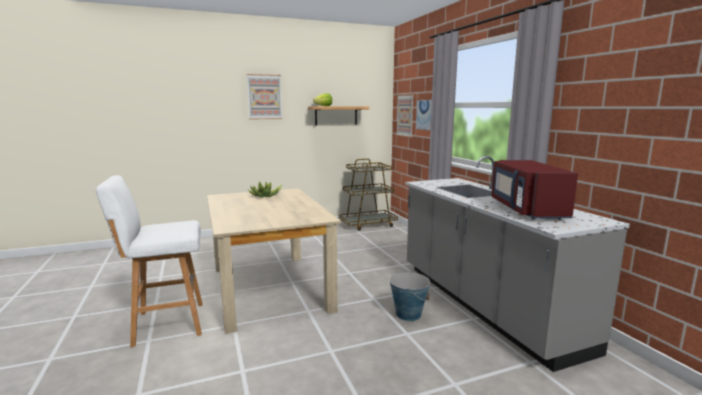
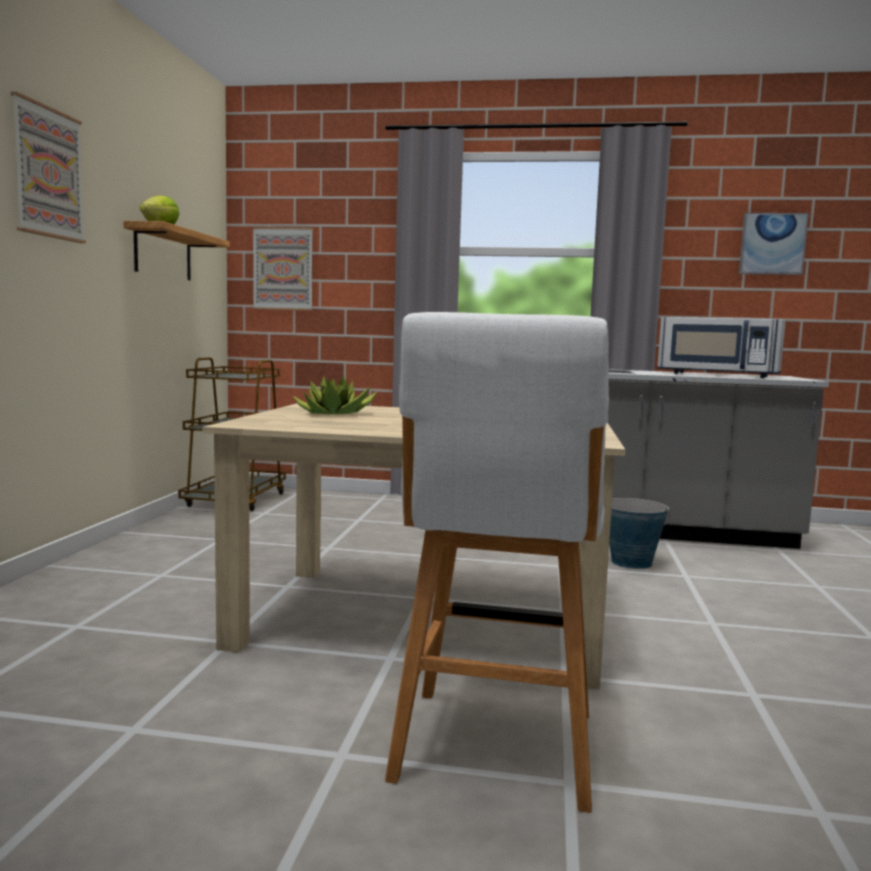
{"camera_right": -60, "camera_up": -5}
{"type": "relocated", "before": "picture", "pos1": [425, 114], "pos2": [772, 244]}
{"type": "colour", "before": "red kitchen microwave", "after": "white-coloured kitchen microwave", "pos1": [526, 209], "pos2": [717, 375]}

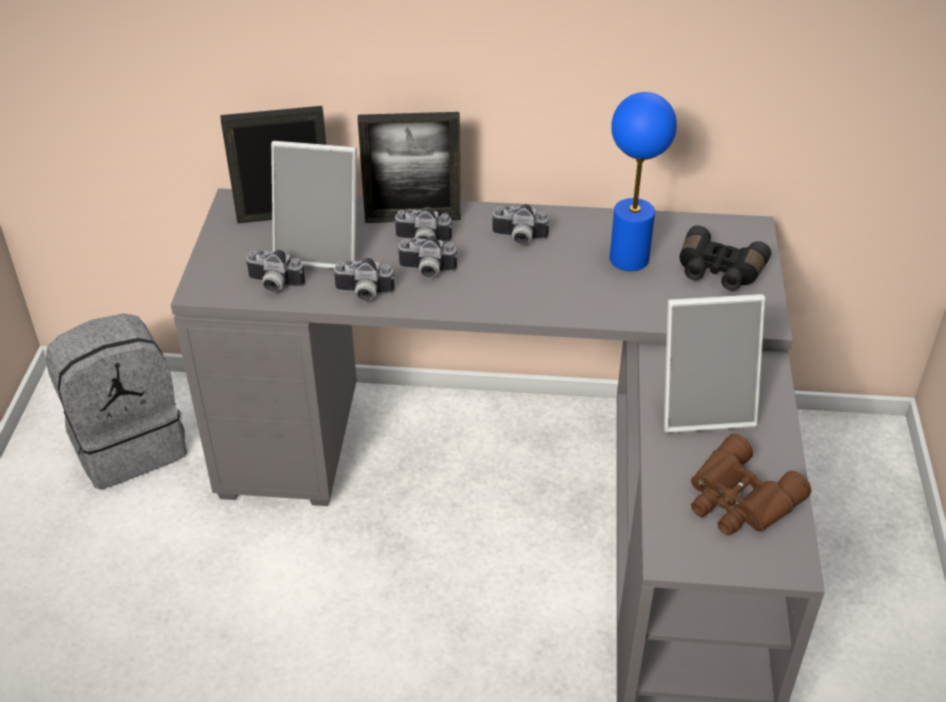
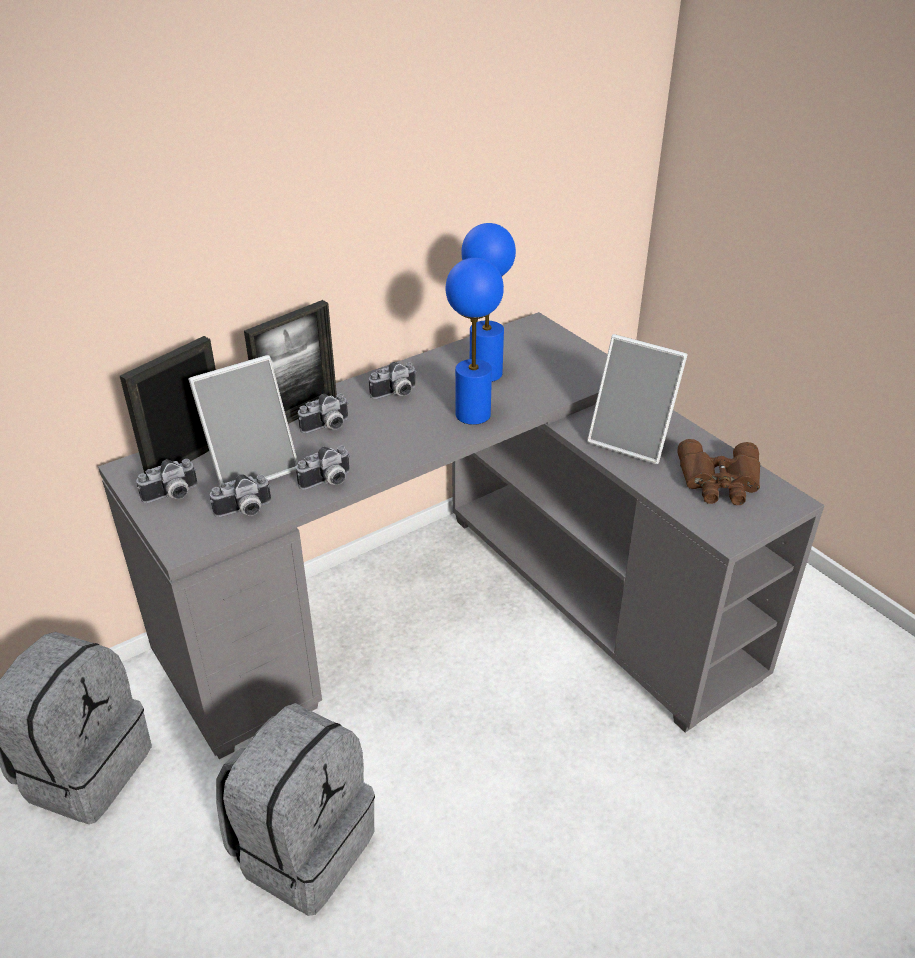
{"camera_right": -40, "camera_up": -5}
{"type": "missing", "before": "blackish binoculars", "pos1": [718, 272]}
{"type": "relocated", "before": "still camera", "pos1": [426, 272], "pos2": [172, 496]}
{"type": "spun", "before": "standing frame", "pos1": [704, 406], "pos2": [632, 440], "turn": 75}
{"type": "appeared", "after": "blue table lamp", "pos2": [473, 414]}
{"type": "appeared", "after": "gray rucksack", "pos2": [303, 846]}

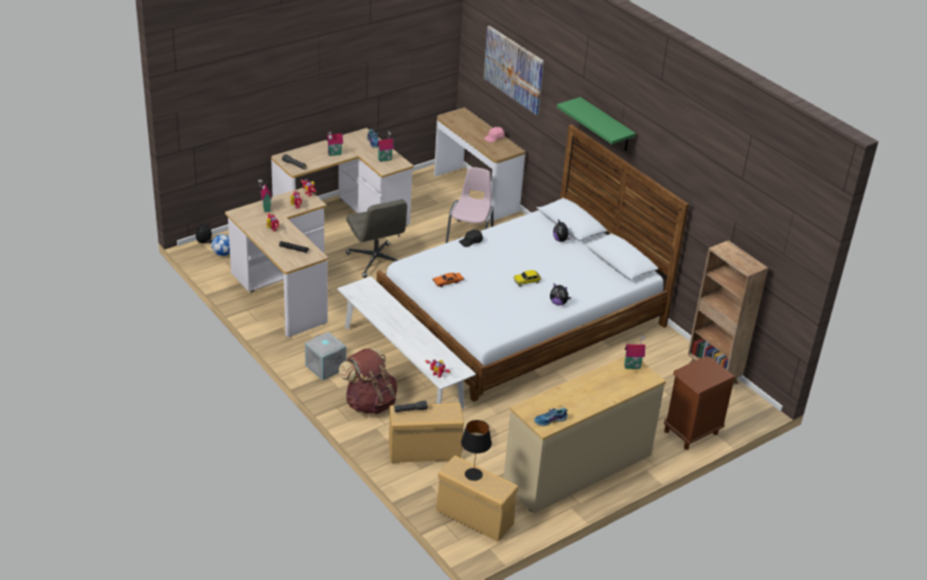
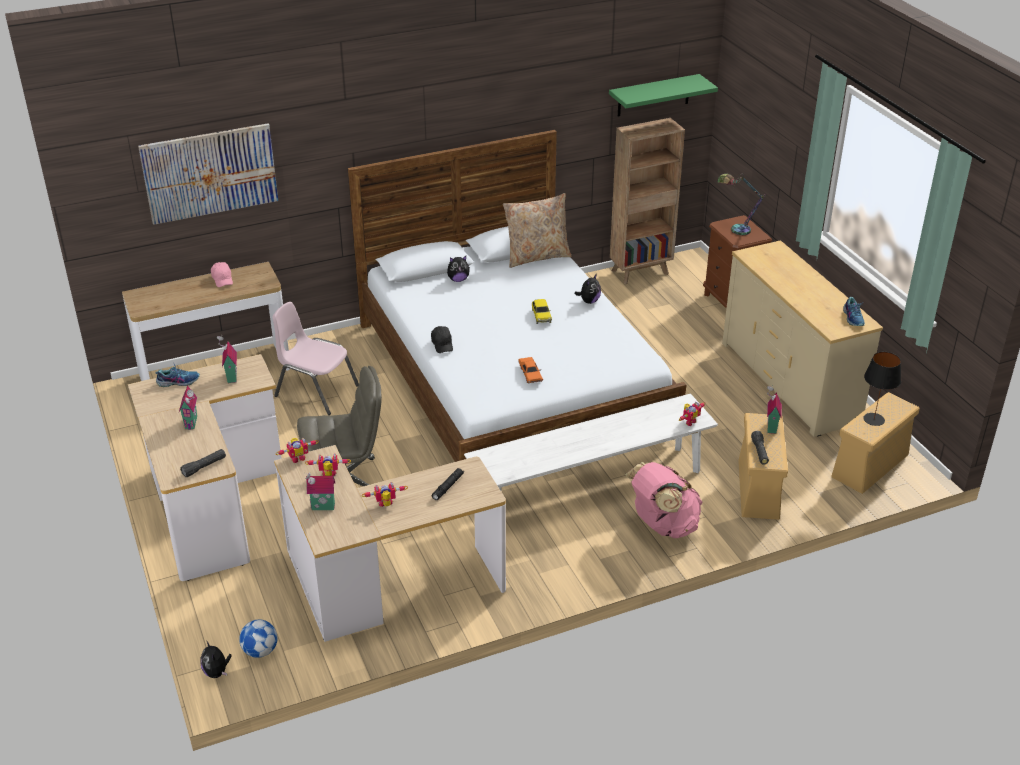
{"camera_right": -75, "camera_up": 0}
{"type": "relocated", "before": "green-coloured bracket shelf", "pos1": [606, 125], "pos2": [653, 95]}
{"type": "missing", "before": "gray storage container", "pos1": [325, 367]}
{"type": "relocated", "before": "miniature house", "pos1": [632, 366], "pos2": [770, 427]}
{"type": "colour", "before": "brownish rucksack", "after": "pinkish rucksack", "pos1": [369, 403], "pos2": [662, 525]}
{"type": "appeared", "after": "table lamp", "pos2": [735, 229]}
{"type": "appeared", "after": "beige-coloured cushion", "pos2": [537, 256]}

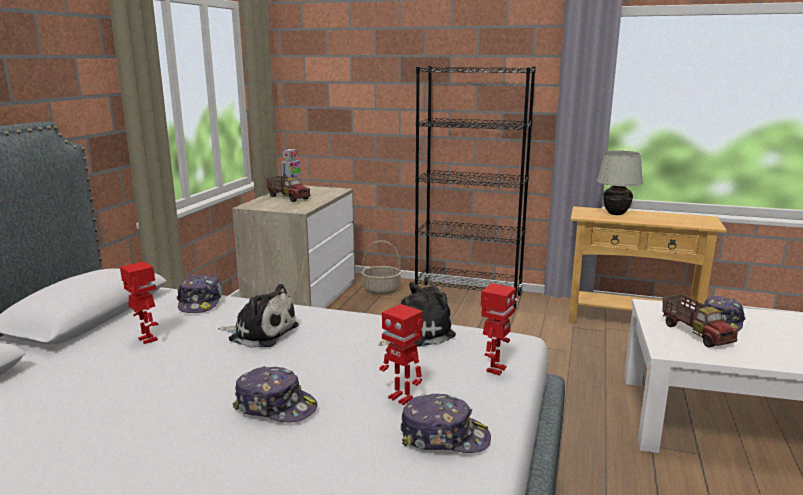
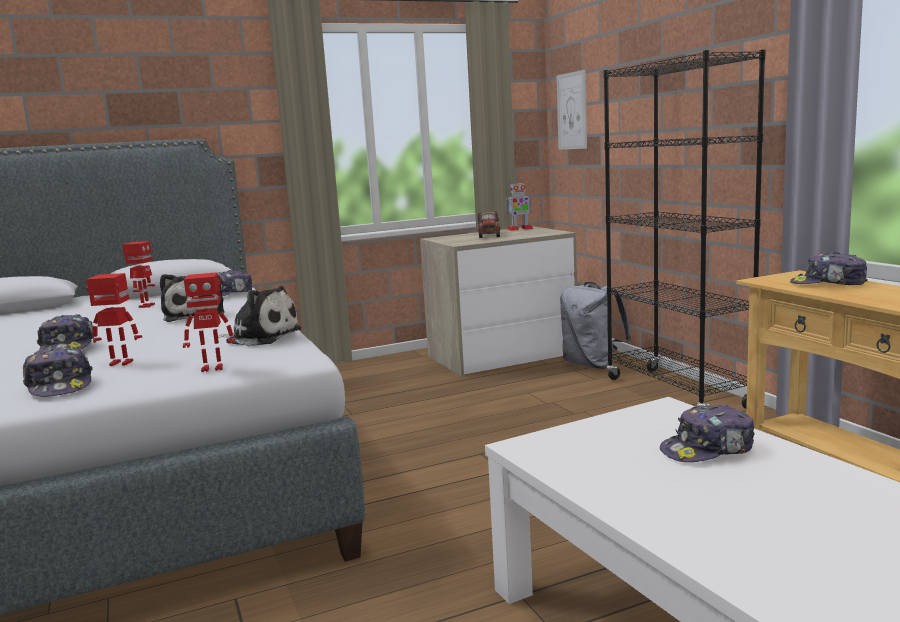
{"camera_right": 50, "camera_up": -5}
{"type": "exchanged", "before": "white-coloured table lamp", "after": "cap", "pos1": [616, 214], "pos2": [828, 284]}
{"type": "exchanged", "before": "storage basket", "after": "gray rucksack", "pos1": [381, 290], "pos2": [592, 365]}
{"type": "missing", "before": "toy truck", "pos1": [696, 333]}
{"type": "spun", "before": "robot figure", "pos1": [401, 398], "pos2": [120, 363], "turn": 90}
{"type": "appeared", "after": "picture", "pos2": [572, 111]}

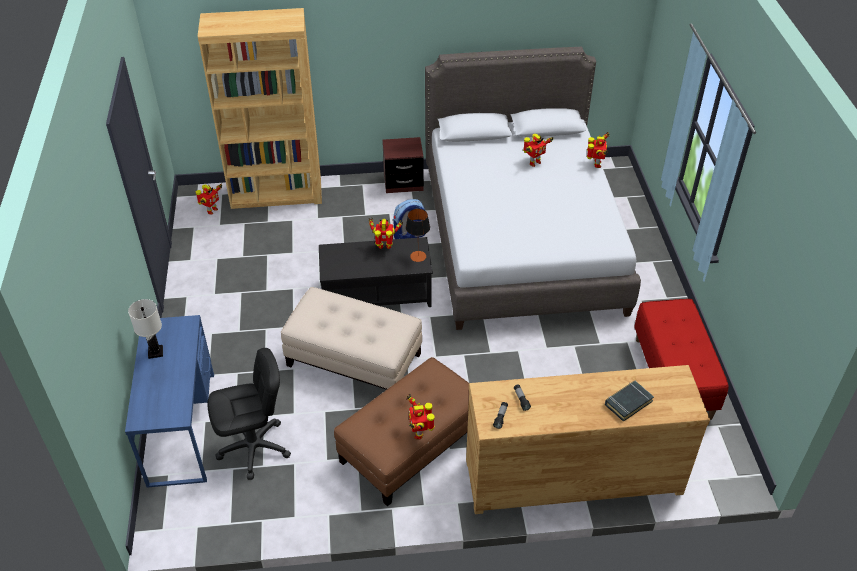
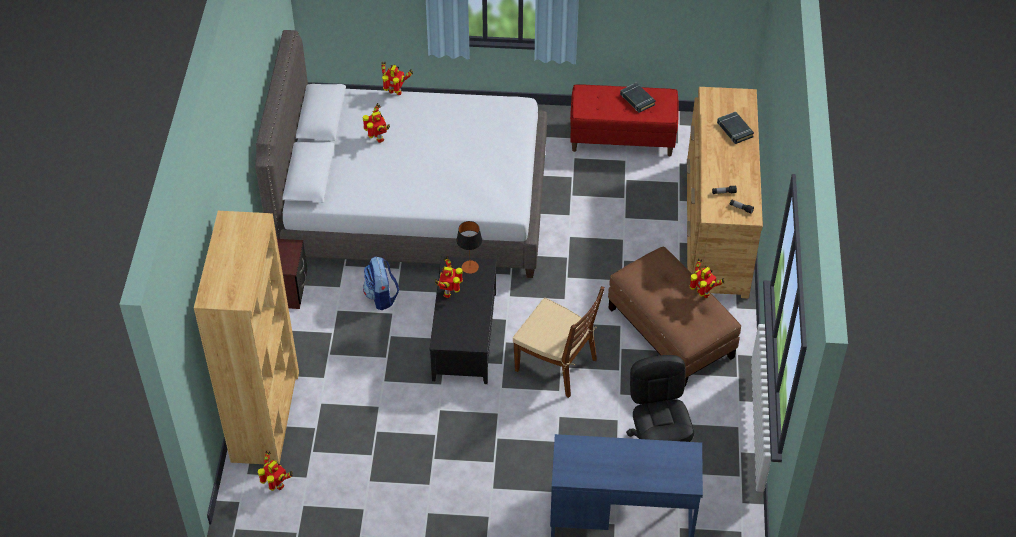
{"camera_right": -80, "camera_up": 5}
{"type": "exchanged", "before": "beige-coloured footrest", "after": "brownish upright chair", "pos1": [353, 360], "pos2": [557, 365]}
{"type": "missing", "before": "white-coloured table lamp", "pos1": [156, 352]}
{"type": "spun", "before": "robot figure", "pos1": [419, 432], "pos2": [702, 294], "turn": -135}
{"type": "appeared", "after": "blackish volume", "pos2": [637, 100]}

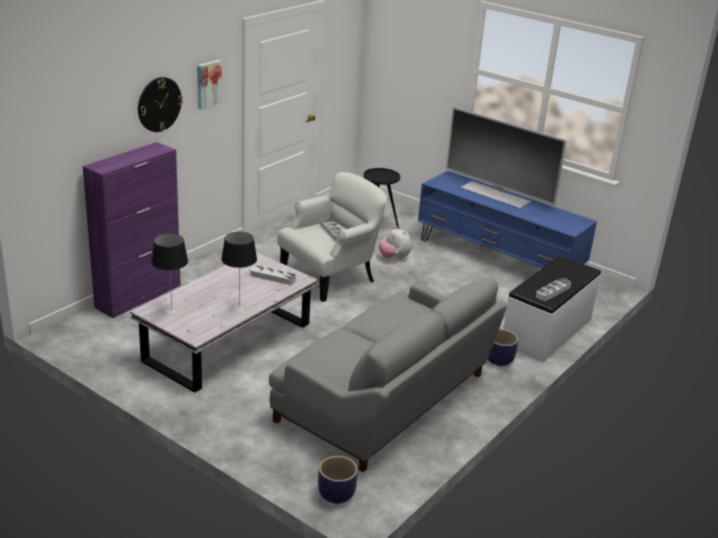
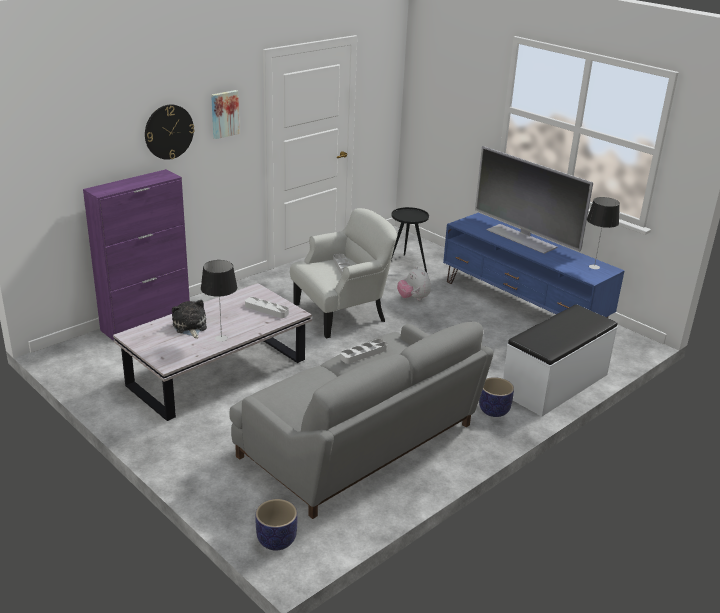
{"camera_right": 10, "camera_up": 0}
{"type": "relocated", "before": "table lamp", "pos1": [171, 311], "pos2": [593, 267]}
{"type": "relocated", "before": "gray tray", "pos1": [553, 292], "pos2": [363, 354]}
{"type": "appeared", "after": "cuddly toy", "pos2": [190, 327]}

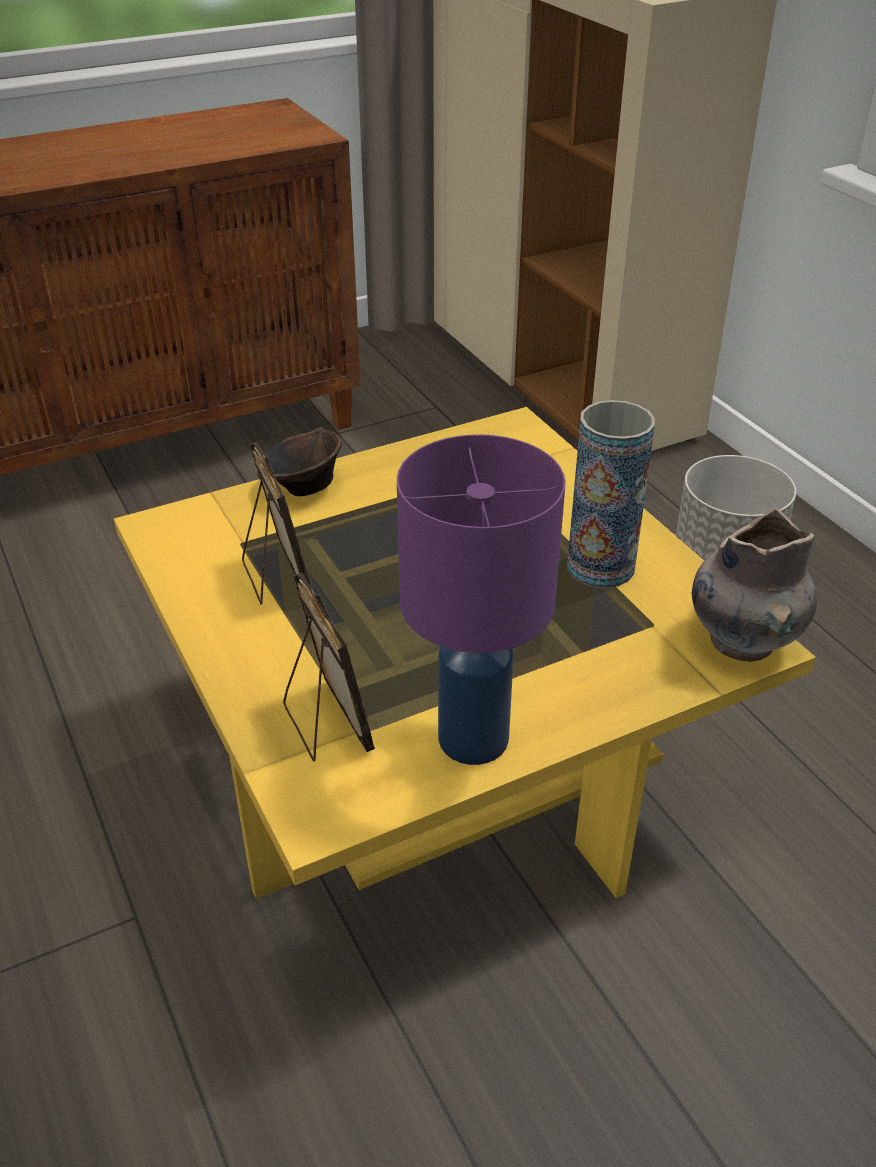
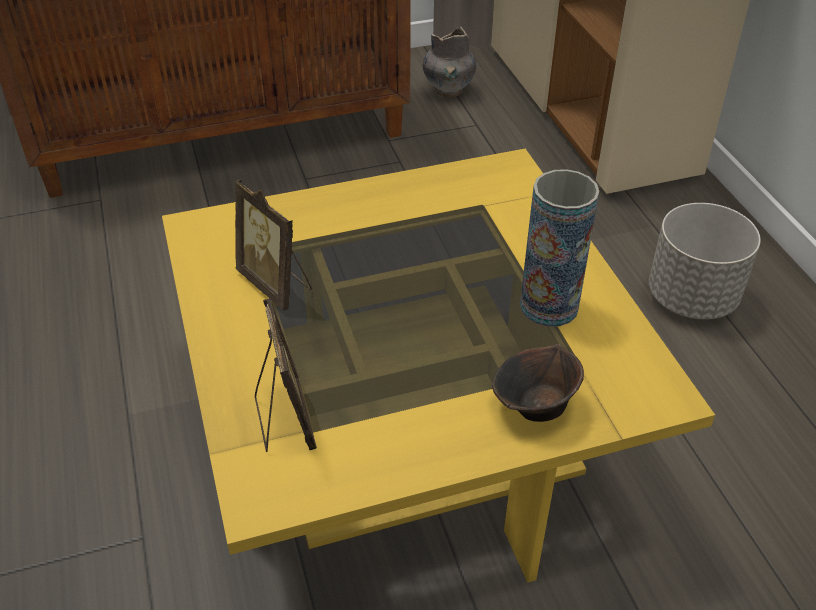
{"camera_right": 10, "camera_up": 5}
{"type": "relocated", "before": "brownish deep dish", "pos1": [304, 487], "pos2": [534, 406]}
{"type": "missing", "before": "purple-coloured table lamp", "pos1": [475, 740]}
{"type": "spun", "before": "standing frame", "pos1": [276, 578], "pos2": [276, 284], "turn": 150}
{"type": "relocated", "before": "gray flower vase", "pos1": [741, 641], "pos2": [448, 90]}

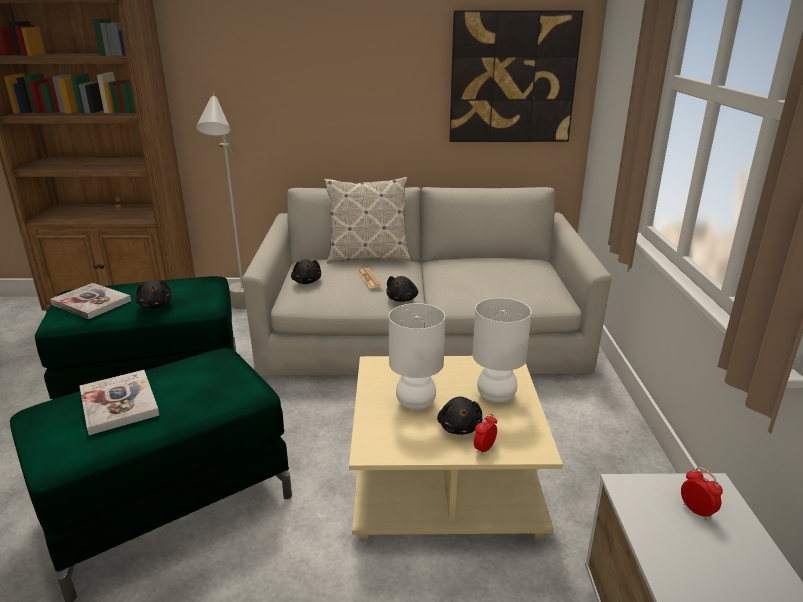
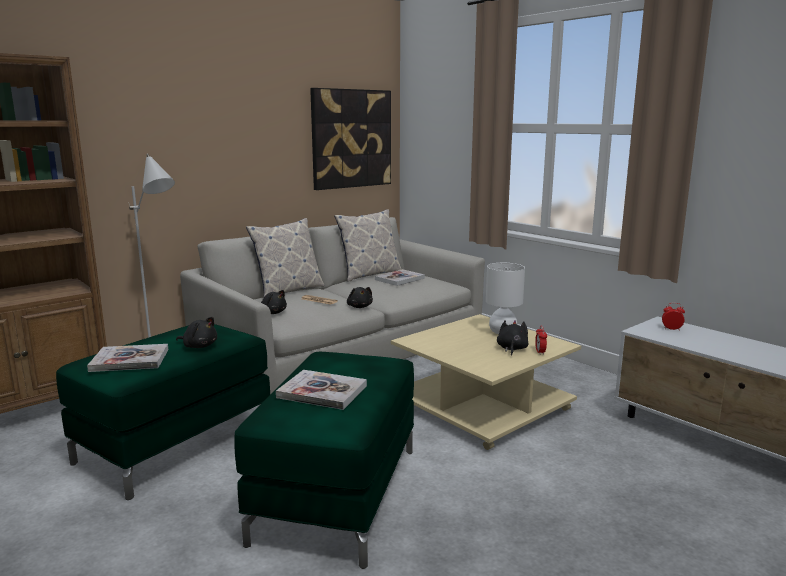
{"camera_right": -40, "camera_up": -10}
{"type": "missing", "before": "white-coloured table lamp", "pos1": [415, 403]}
{"type": "spun", "before": "blackish cuddly toy", "pos1": [459, 427], "pos2": [511, 349], "turn": -120}
{"type": "appeared", "after": "cushion", "pos2": [369, 274]}
{"type": "appeared", "after": "volume", "pos2": [399, 279]}

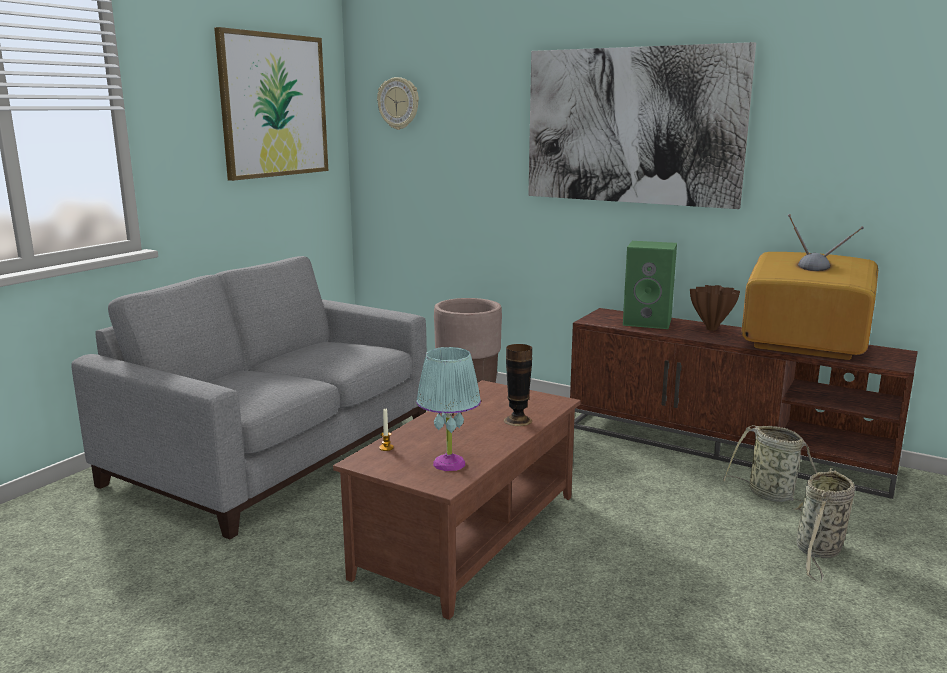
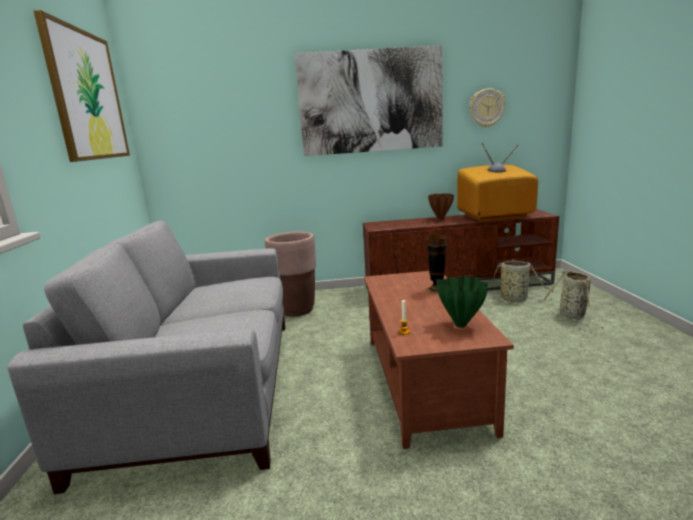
{"camera_right": -35, "camera_up": 0}
{"type": "relocated", "before": "hanging clock", "pos1": [399, 103], "pos2": [486, 108]}
{"type": "missing", "before": "green-coloured loudspeaker", "pos1": [648, 322]}
{"type": "exchanged", "before": "turquoise table lamp", "after": "green-coloured flower vase", "pos1": [448, 463], "pos2": [461, 325]}

